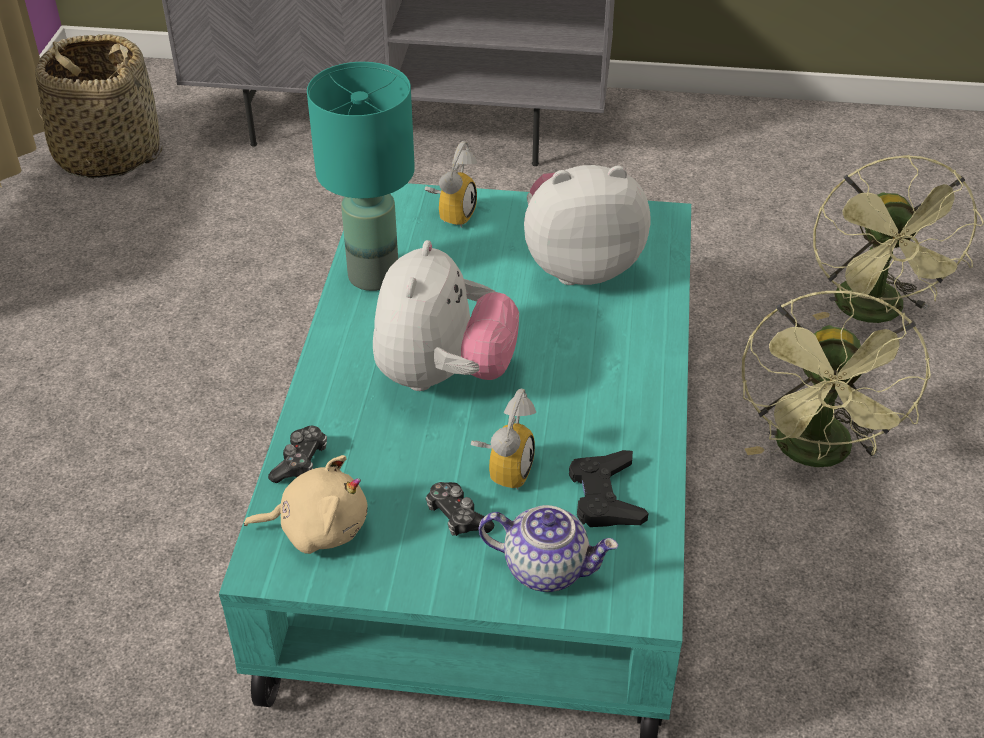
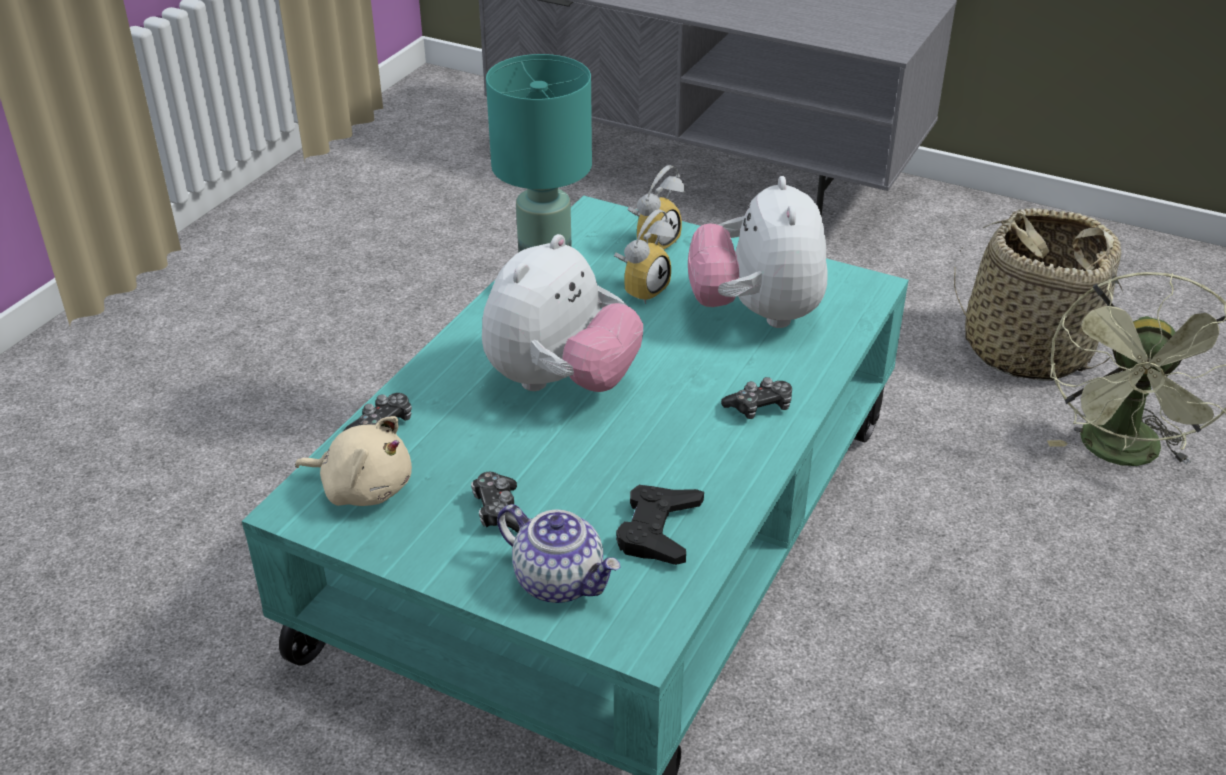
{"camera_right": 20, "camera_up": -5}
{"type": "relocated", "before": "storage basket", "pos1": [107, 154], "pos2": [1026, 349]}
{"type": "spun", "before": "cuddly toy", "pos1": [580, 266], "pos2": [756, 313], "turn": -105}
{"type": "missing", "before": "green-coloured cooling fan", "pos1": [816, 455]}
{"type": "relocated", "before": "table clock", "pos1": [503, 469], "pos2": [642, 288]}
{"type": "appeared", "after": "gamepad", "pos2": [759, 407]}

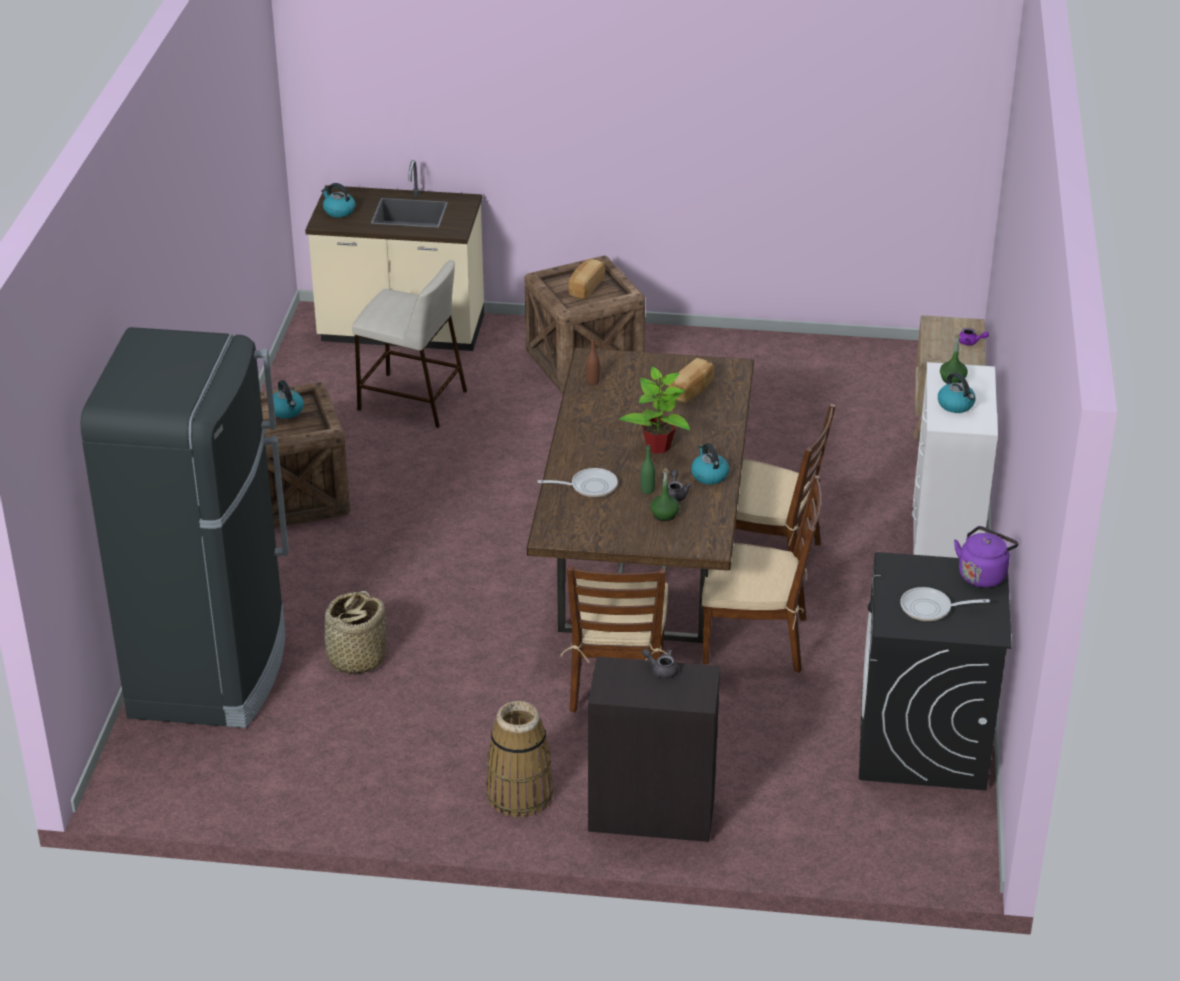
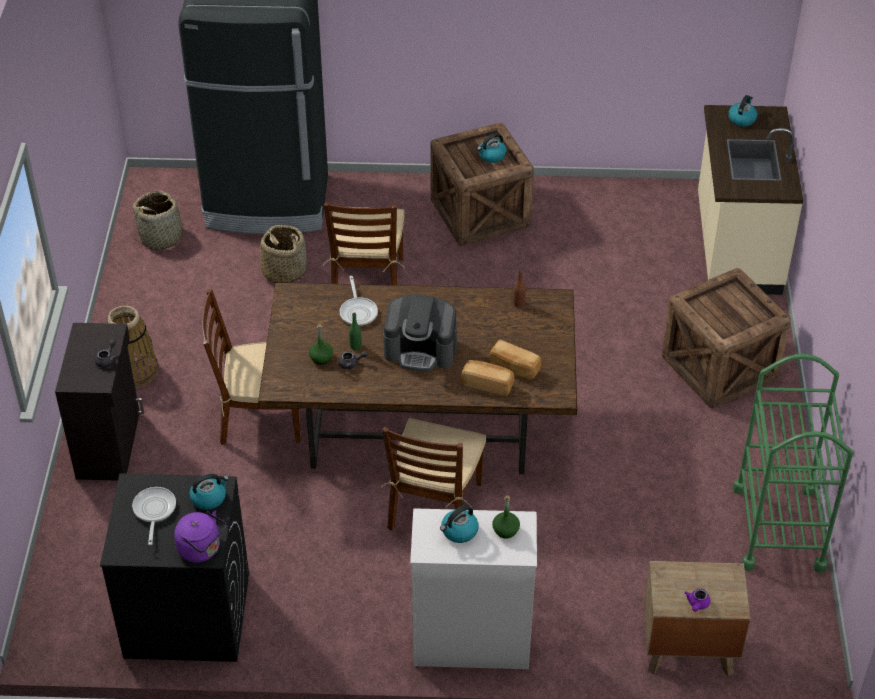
{"camera_right": 85, "camera_up": 10}
{"type": "relocated", "before": "bakery bread", "pos1": [585, 288], "pos2": [487, 384]}
{"type": "missing", "before": "beige-coloured stool", "pos1": [410, 400]}
{"type": "exchanged", "before": "plant in a pot", "after": "coffee maker", "pos1": [657, 447], "pos2": [421, 349]}
{"type": "relocated", "before": "tea kettle", "pos1": [709, 475], "pos2": [209, 498]}
{"type": "relocated", "before": "brownish upright chair", "pos1": [756, 640], "pos2": [367, 281]}
{"type": "appeared", "after": "storage basket", "pos2": [162, 237]}
{"type": "appeared", "after": "green-coloured cart", "pos2": [778, 528]}

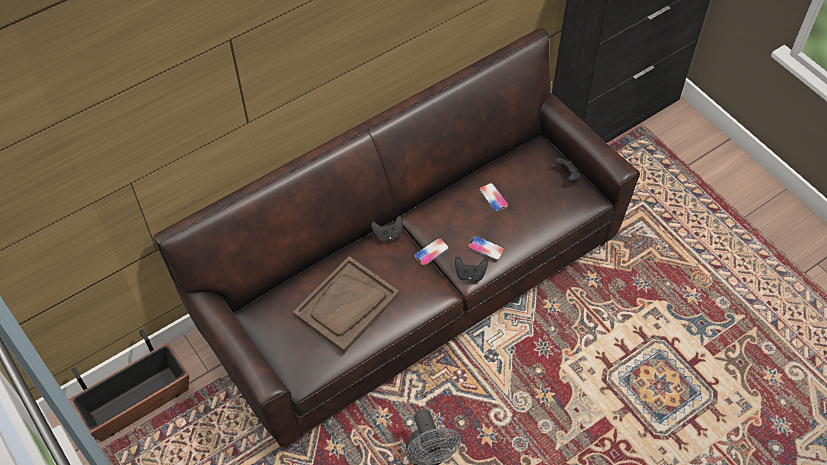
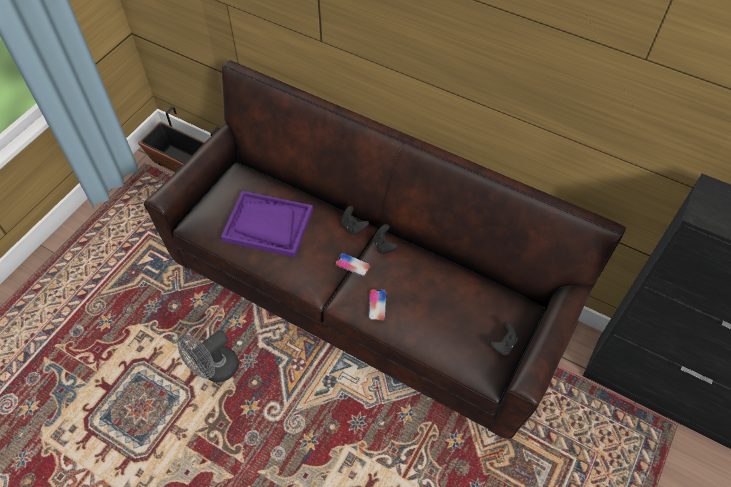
{"camera_right": 65, "camera_up": 0}
{"type": "missing", "before": "phone", "pos1": [493, 198]}
{"type": "colour", "before": "brownish tray", "after": "purple-coloured tray", "pos1": [346, 306], "pos2": [267, 225]}
{"type": "relocated", "before": "blackish gamepad", "pos1": [470, 274], "pos2": [384, 245]}

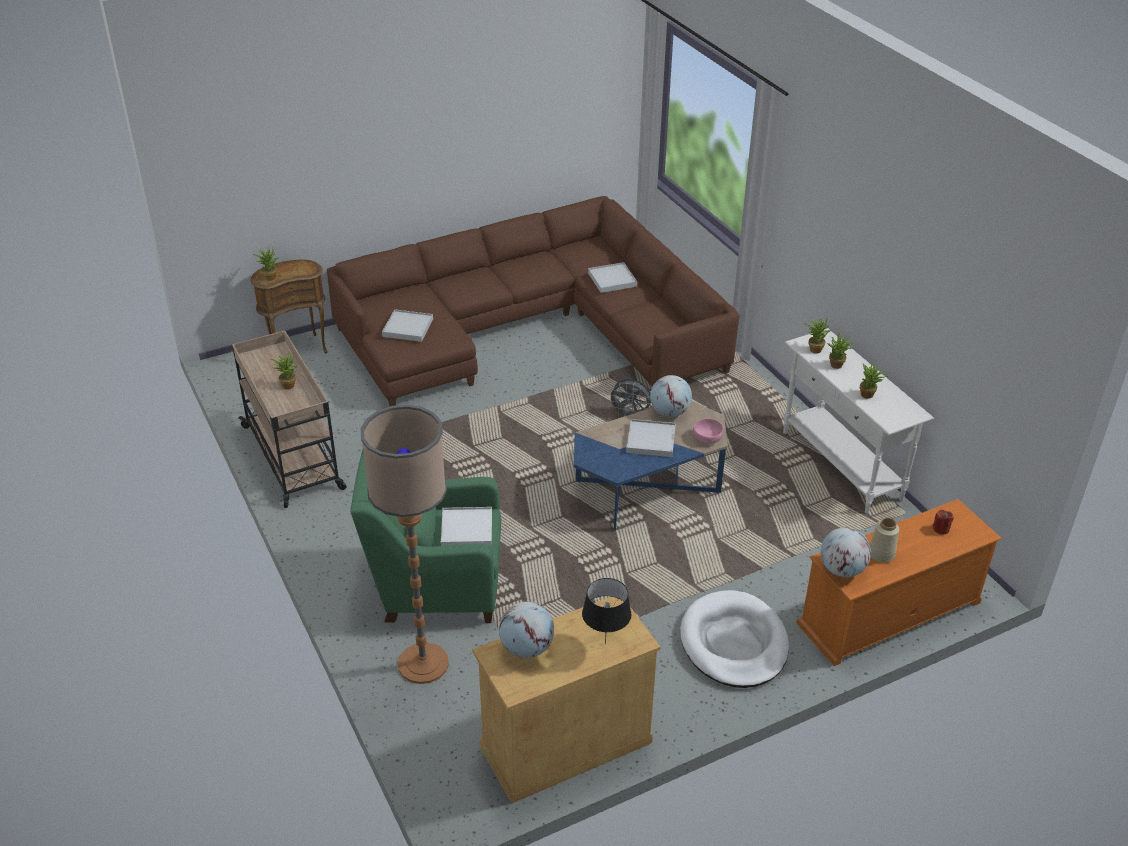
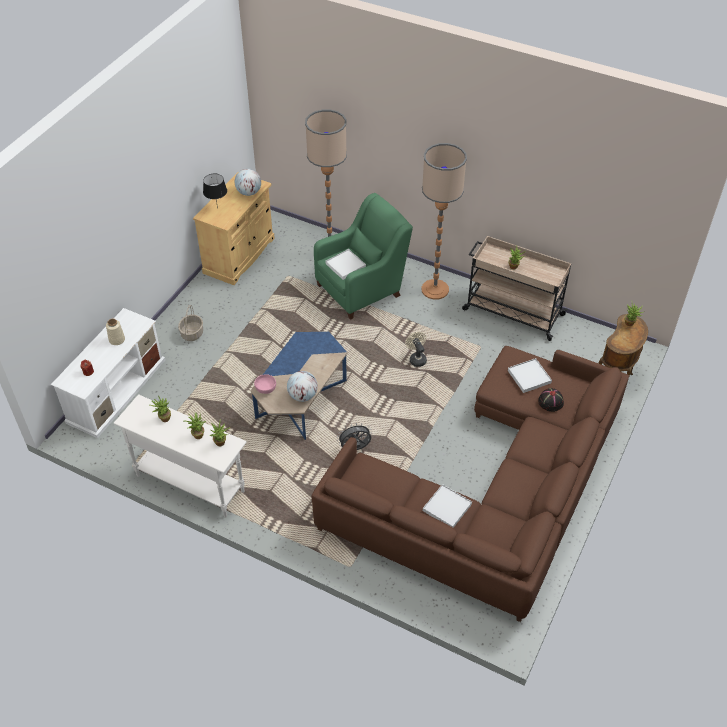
{"camera_right": 145, "camera_up": 10}
{"type": "missing", "before": "white-coloured tray", "pos1": [651, 440]}
{"type": "colour", "before": "orange media console", "after": "white-coloured media console", "pos1": [888, 614], "pos2": [116, 390]}
{"type": "missing", "before": "globe", "pos1": [842, 570]}
{"type": "exchanged", "before": "white-coloured dog cushion", "after": "storage basket", "pos1": [734, 643], "pos2": [192, 333]}
{"type": "appeared", "after": "standard lamp", "pos2": [435, 289]}
{"type": "appeared", "after": "beige-coloured cooling fan", "pos2": [416, 358]}
{"type": "appeared", "after": "blackish clothing hat", "pos2": [550, 401]}

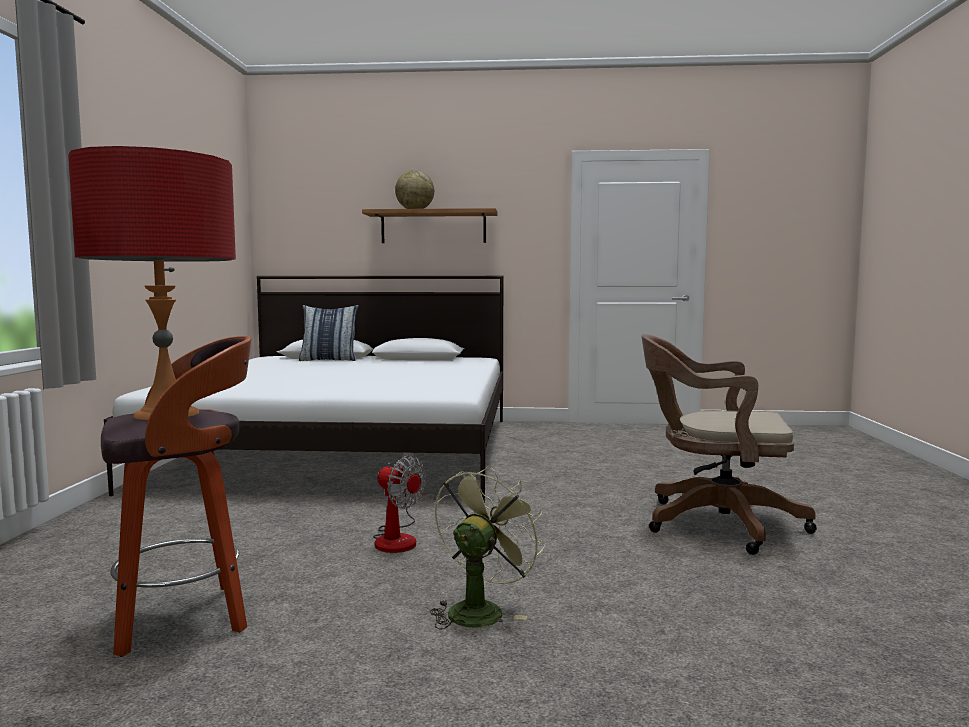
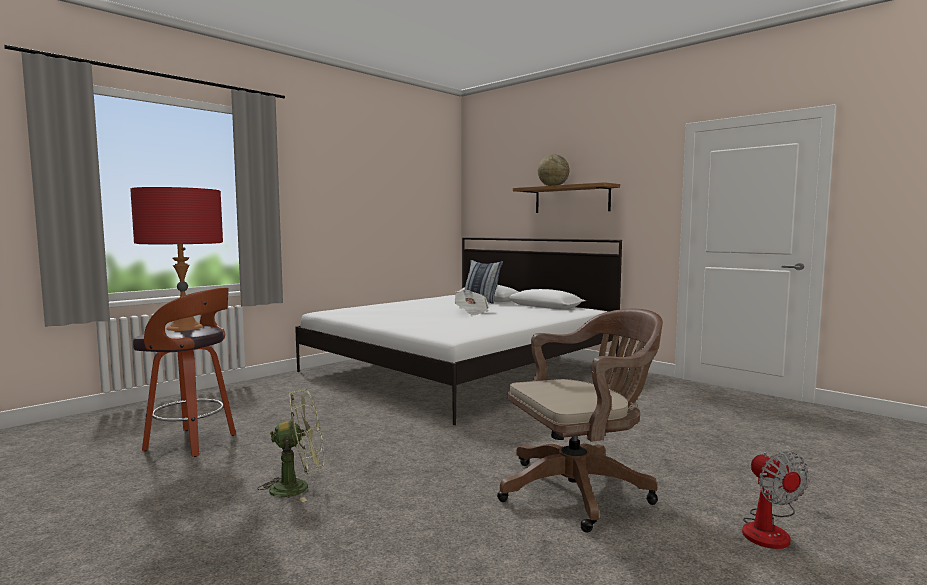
{"camera_right": 40, "camera_up": 0}
{"type": "spun", "before": "brownish computer chair", "pos1": [714, 523], "pos2": [581, 490], "turn": 105}
{"type": "relocated", "before": "cooling fan", "pos1": [397, 538], "pos2": [769, 529]}
{"type": "appeared", "after": "newspaper", "pos2": [471, 312]}

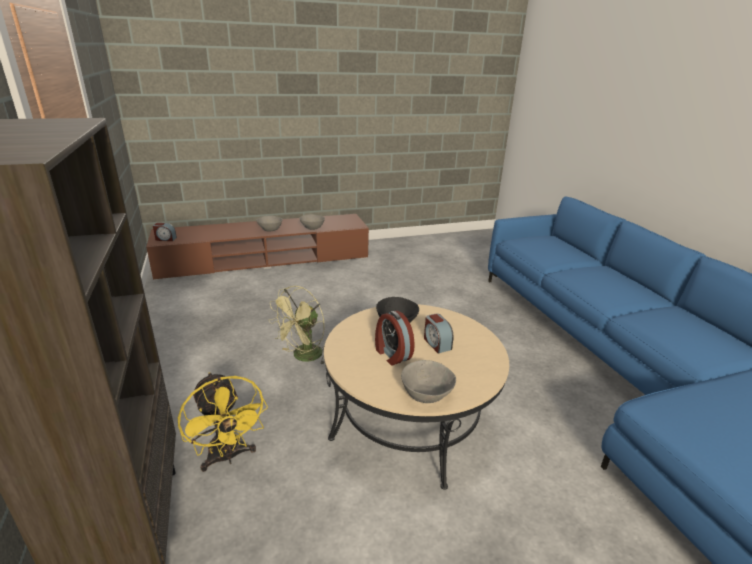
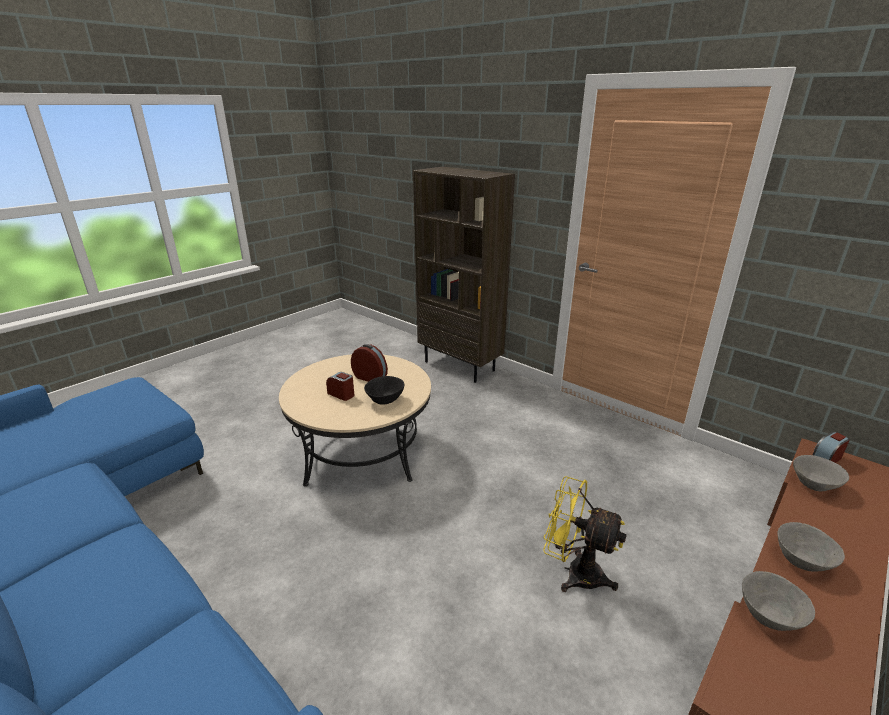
{"camera_right": 150, "camera_up": 0}
{"type": "missing", "before": "green-coloured cooling fan", "pos1": [303, 357]}
{"type": "relocated", "before": "gray deep dish", "pos1": [426, 395], "pos2": [813, 484]}
{"type": "relocated", "before": "yellow cooling fan", "pos1": [228, 457], "pos2": [574, 572]}

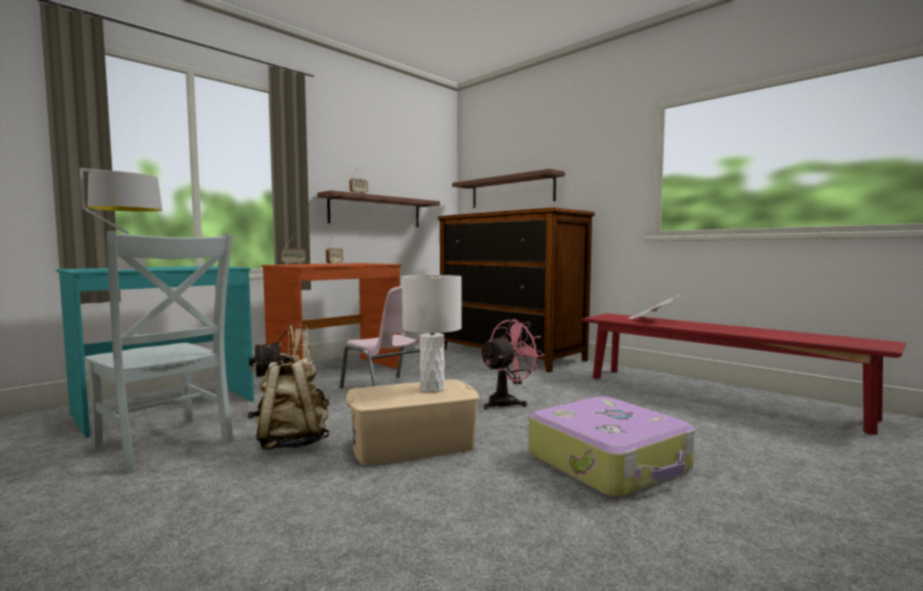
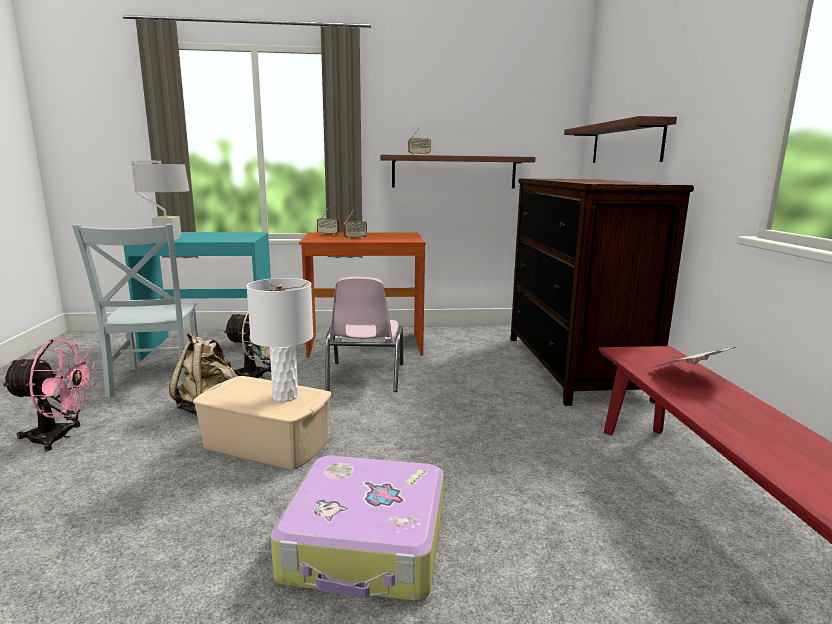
{"camera_right": 40, "camera_up": 10}
{"type": "relocated", "before": "pinkish cooling fan", "pos1": [507, 402], "pos2": [59, 437]}

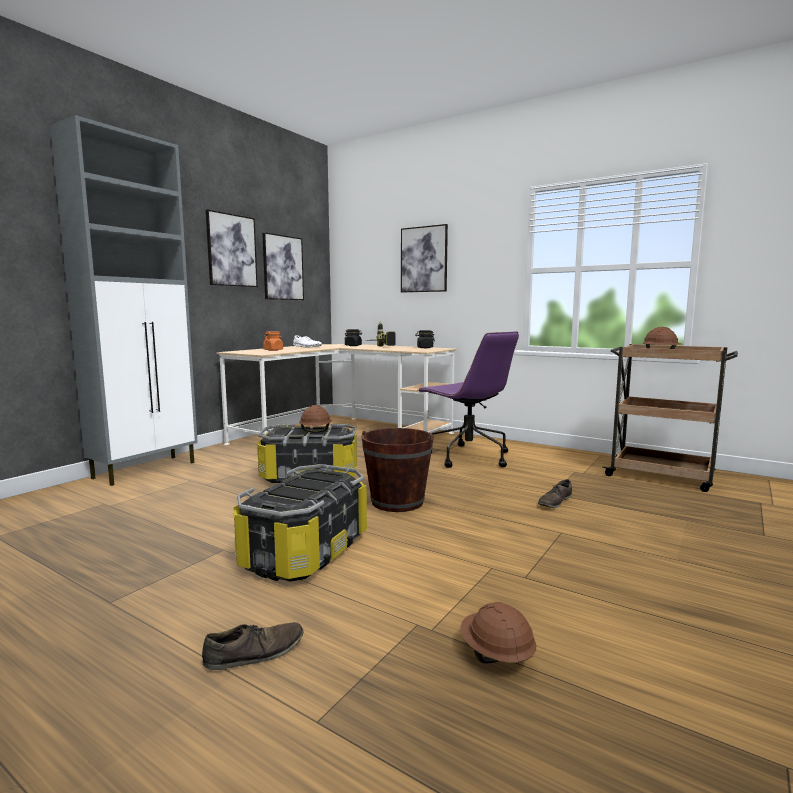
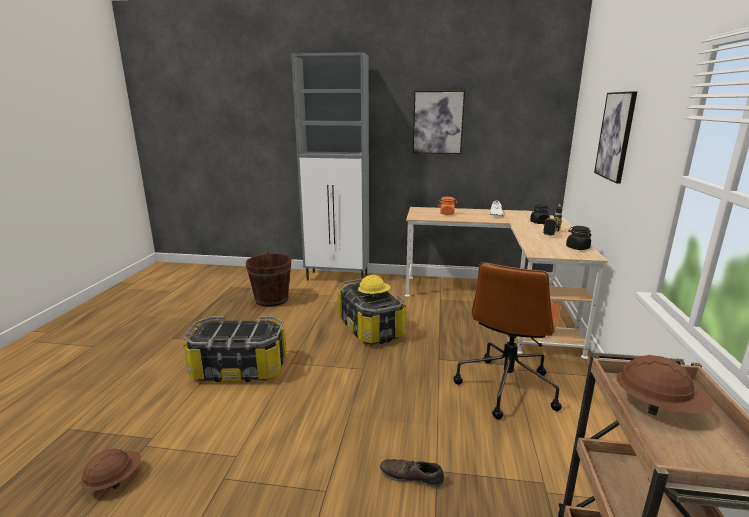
{"camera_right": 65, "camera_up": 10}
{"type": "missing", "before": "picture", "pos1": [283, 268]}
{"type": "colour", "before": "purple-coloured computer chair", "after": "brownish computer chair", "pos1": [467, 457], "pos2": [506, 387]}
{"type": "colour", "before": "brownish safety helmet", "after": "yellow safety helmet", "pos1": [315, 431], "pos2": [374, 295]}
{"type": "relocated", "before": "brownish pail", "pos1": [397, 502], "pos2": [272, 299]}
{"type": "missing", "before": "brownish low shoe", "pos1": [255, 653]}

